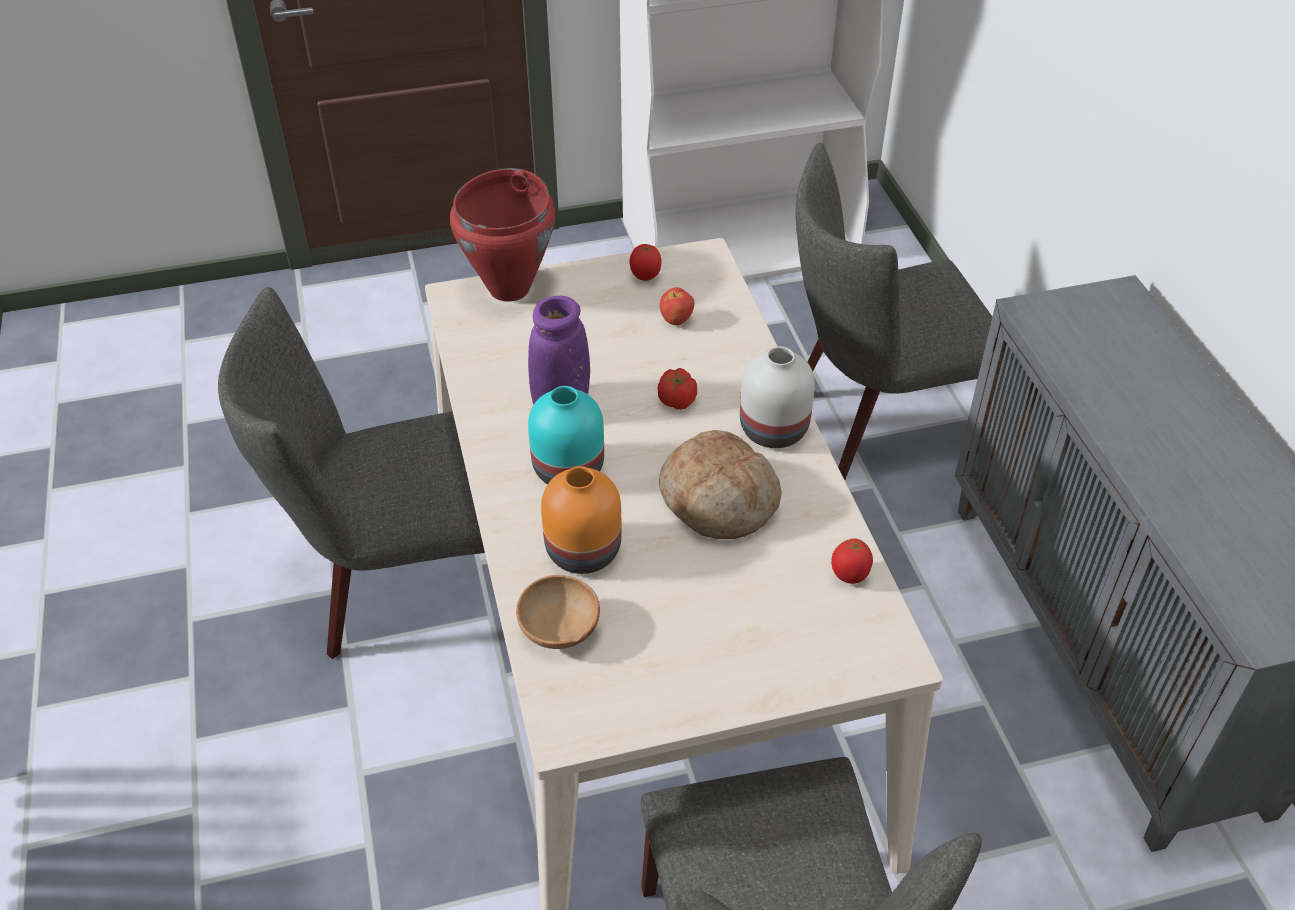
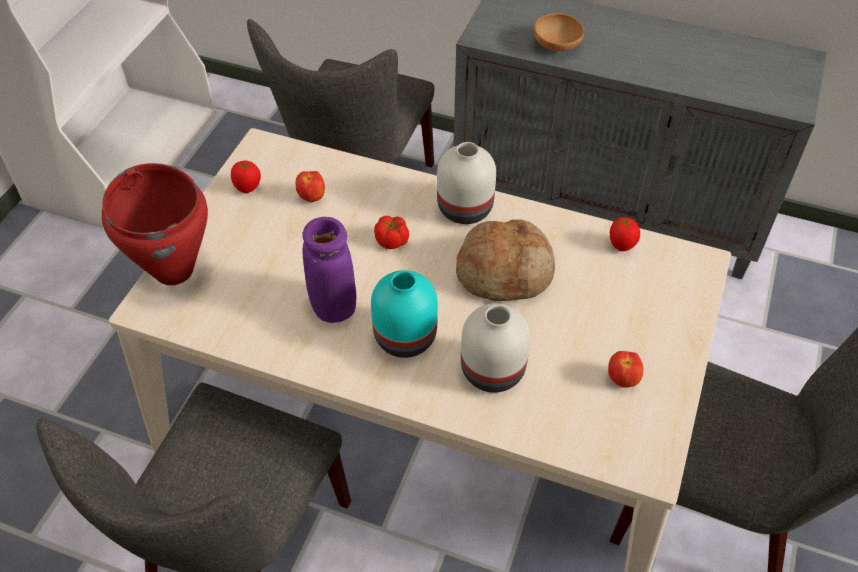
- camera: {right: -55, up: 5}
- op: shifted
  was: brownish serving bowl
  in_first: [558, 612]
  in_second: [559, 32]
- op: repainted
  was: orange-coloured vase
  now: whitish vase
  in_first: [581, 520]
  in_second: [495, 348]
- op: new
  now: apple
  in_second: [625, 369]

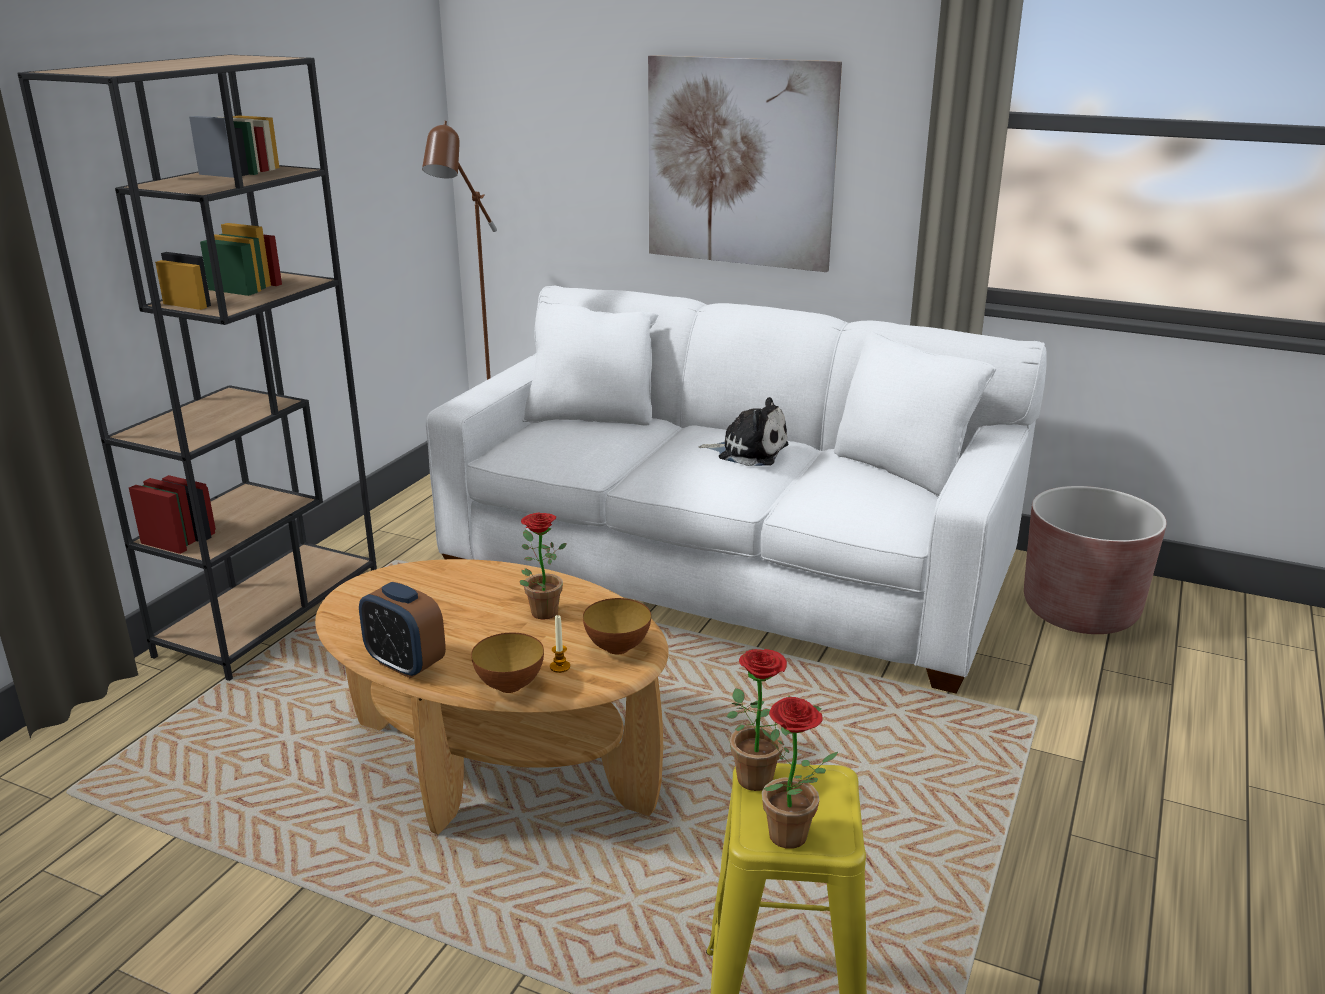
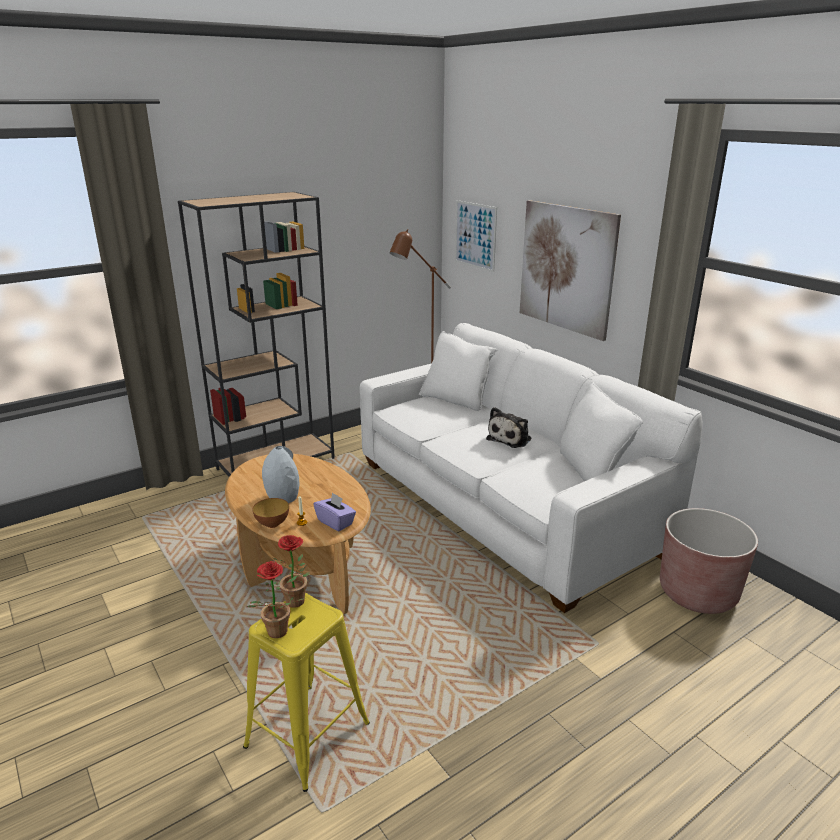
- camera: {right: 30, up: 0}
- op: gone
  was: bedside clock
  in_first: [402, 630]
- op: gone
  was: houseplant
  in_first: [543, 566]
- op: swapped
  was: serving bowl
  now: purple tissue holder
  in_first: [617, 626]
  in_second: [334, 511]
- op: rotated
  was: soft toy
  in_first: [743, 431]
  in_second: [508, 427]
  clockwise: 75
- op: new
  now: gray vase
  in_second: [281, 474]
- op: new
  now: wall picture
  in_second: [476, 236]

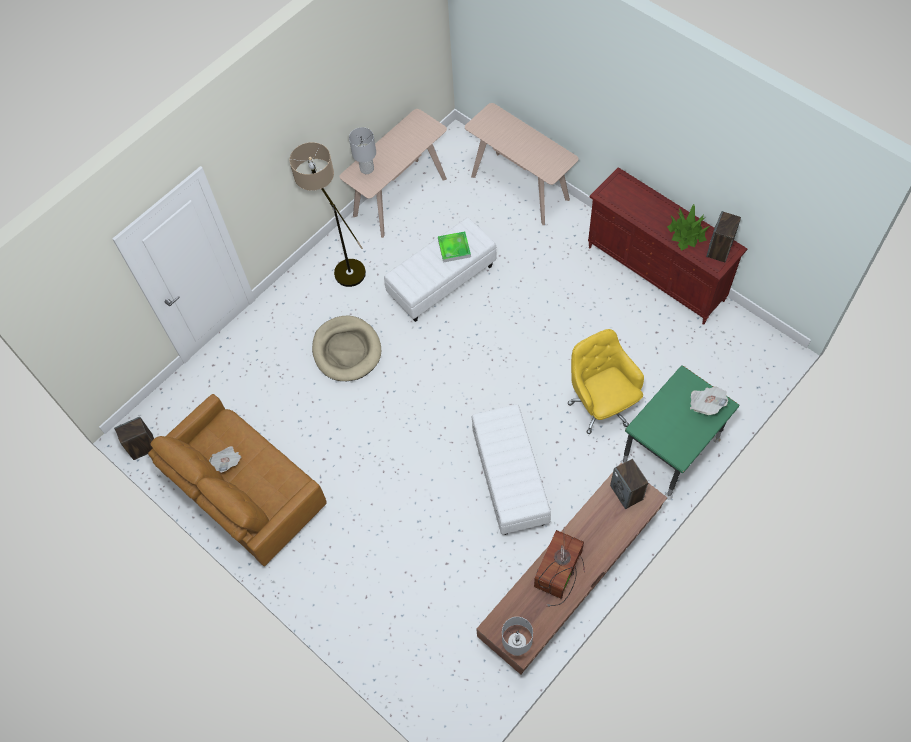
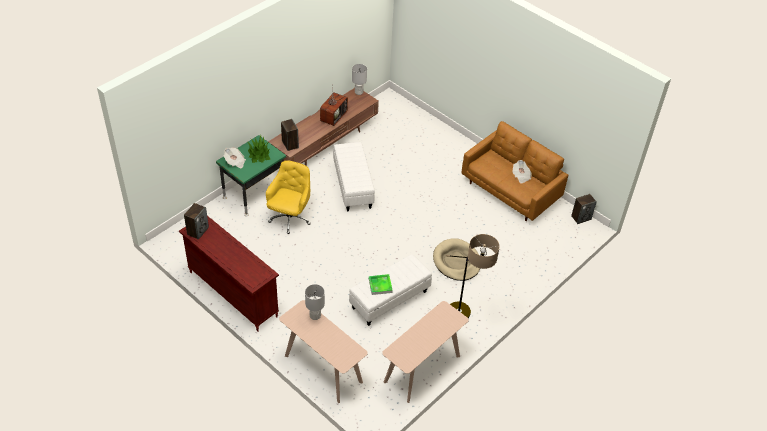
- camera: {right: 175, up: -15}
- op: shifted
  was: gray lamp for a table
  in_first: [362, 150]
  in_second: [315, 302]
- op: rotated
  was: yellowish computer chair
  in_first: [606, 381]
  in_second: [288, 197]
  clockwise: -135
- op: shifted
  was: houseplant
  in_first: [688, 226]
  in_second: [258, 149]

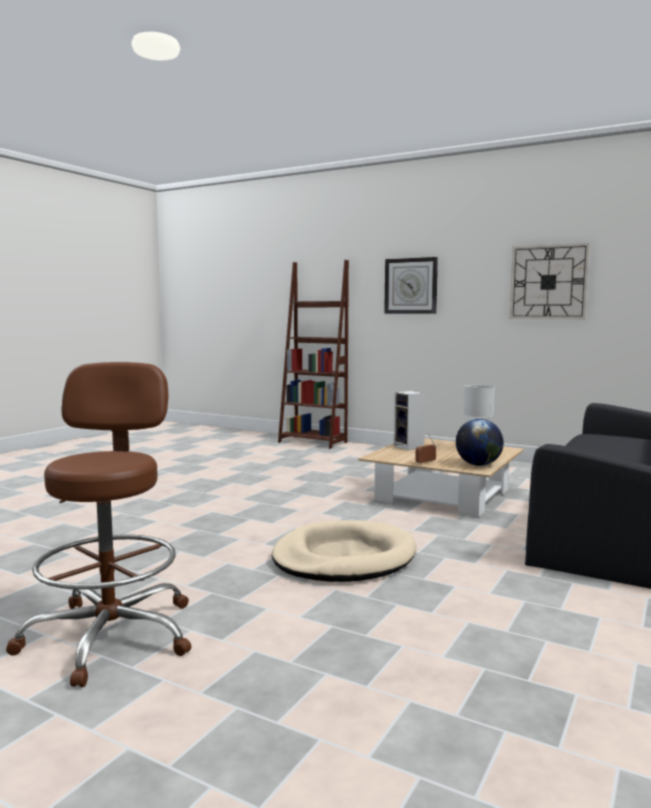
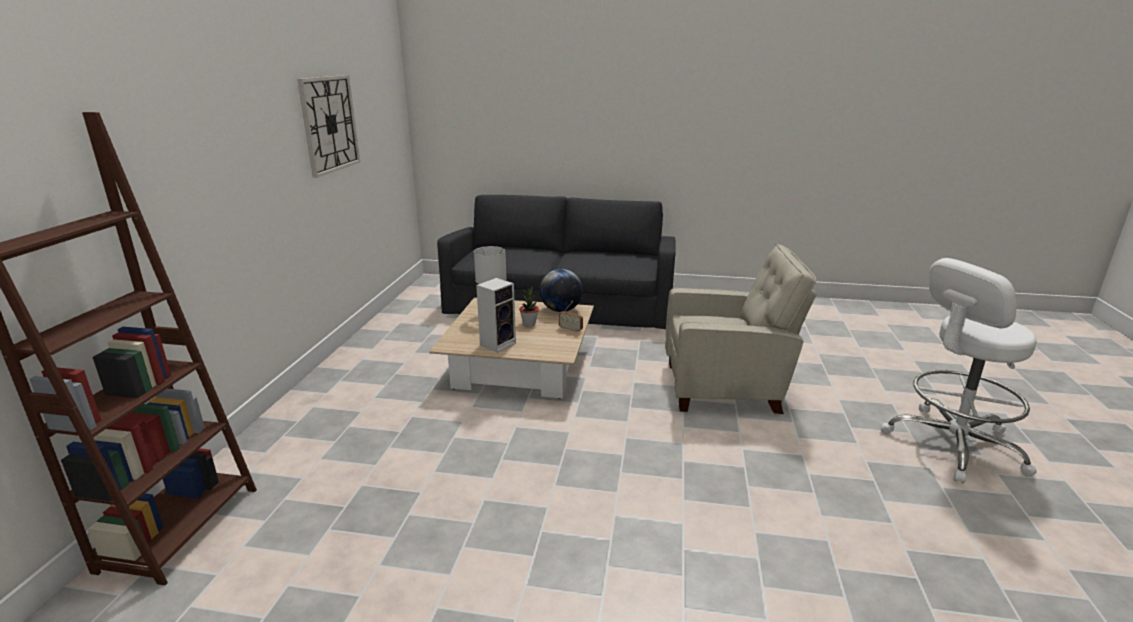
- camera: {right: -110, up: 15}
- op: repainted
  was: brownish sitting stool
  now: whitish sitting stool
  in_first: [98, 524]
  in_second: [959, 370]
- op: swapped
  was: beige-coloured dog cushion
  now: beige-coloured easy chair
  in_first: [344, 551]
  in_second: [740, 328]
- op: gone
  was: hanging clock
  in_first: [411, 285]
- op: new
  now: houseplant
  in_second: [529, 306]

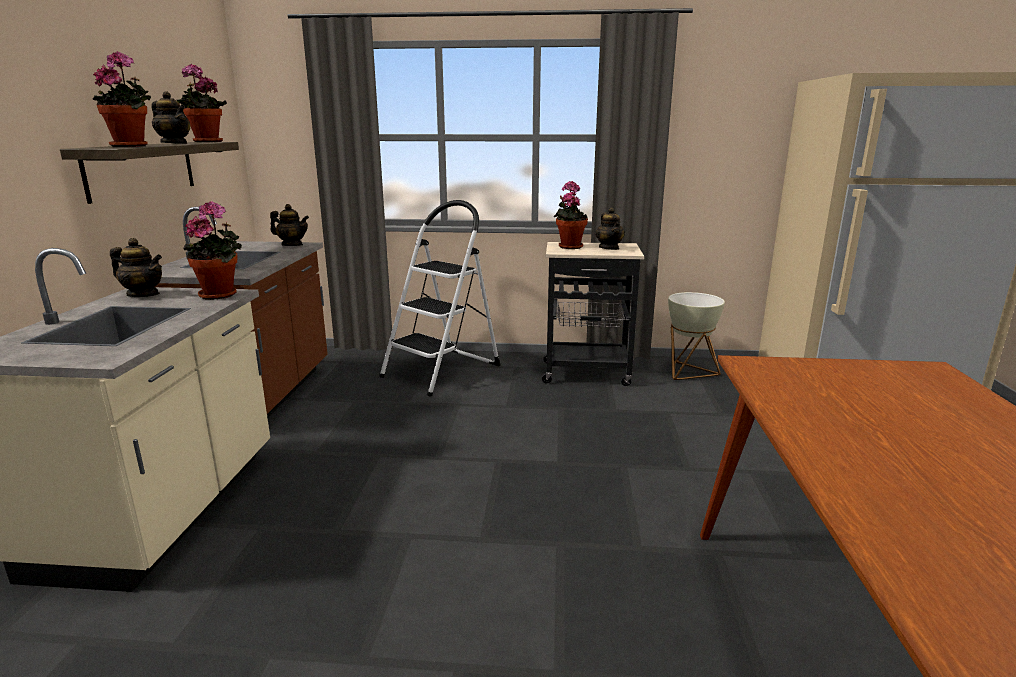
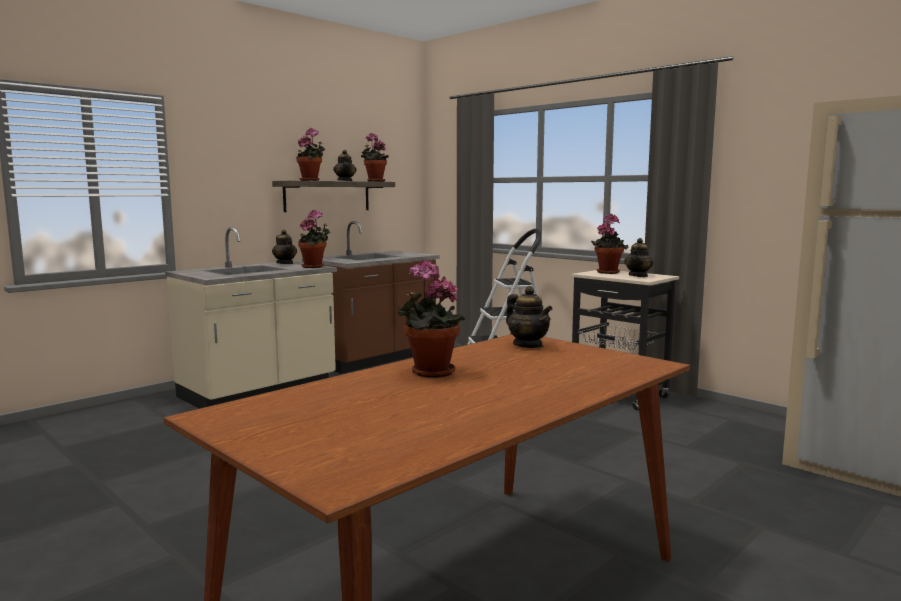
- camera: {right: 40, up: -10}
- op: shifted
  was: tea pot
  in_first: [289, 225]
  in_second: [529, 317]
- op: gone
  was: flower pot
  in_first: [696, 336]
- op: new
  now: houseplant
  in_second: [431, 319]

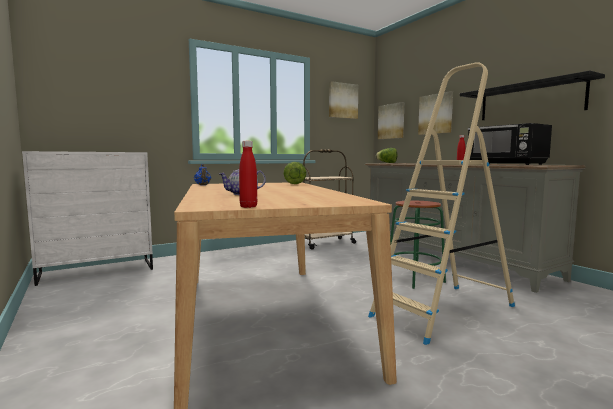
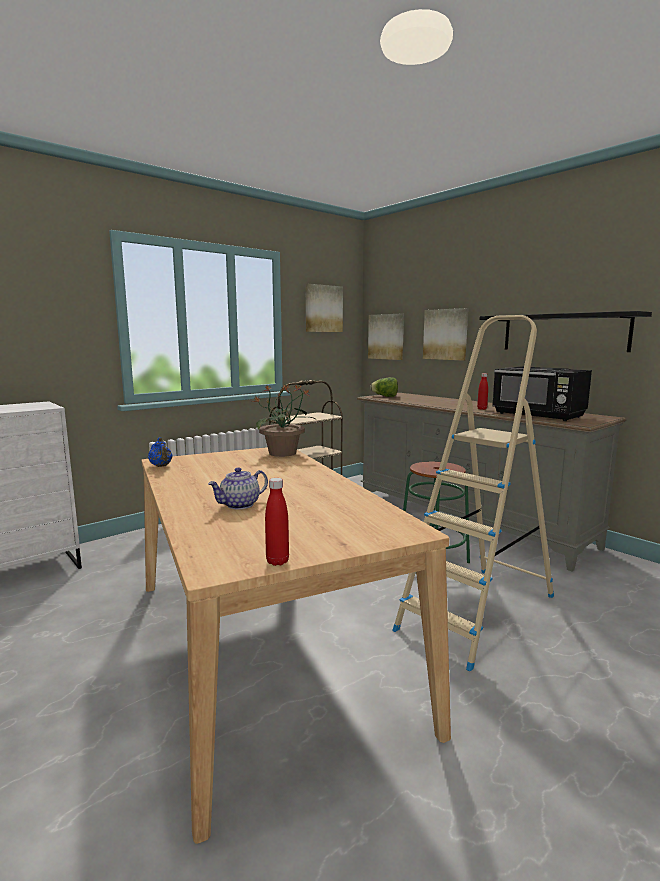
- camera: {right: -10, up: 5}
- op: swapped
  was: head of lettuce
  now: houseplant
  in_first: [295, 173]
  in_second: [283, 420]

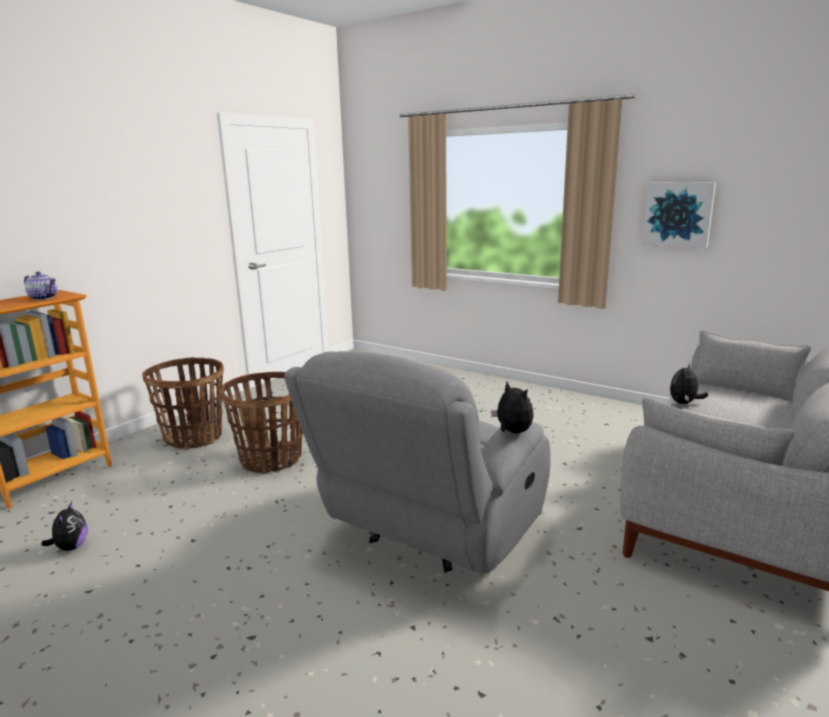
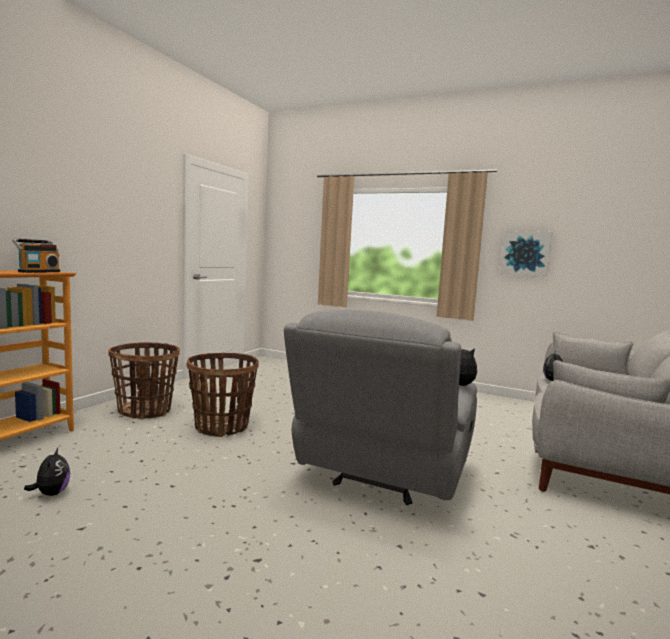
- camera: {right: -10, up: -10}
- op: swapped
  was: tea pot
  now: radio receiver
  in_first: [41, 285]
  in_second: [36, 255]

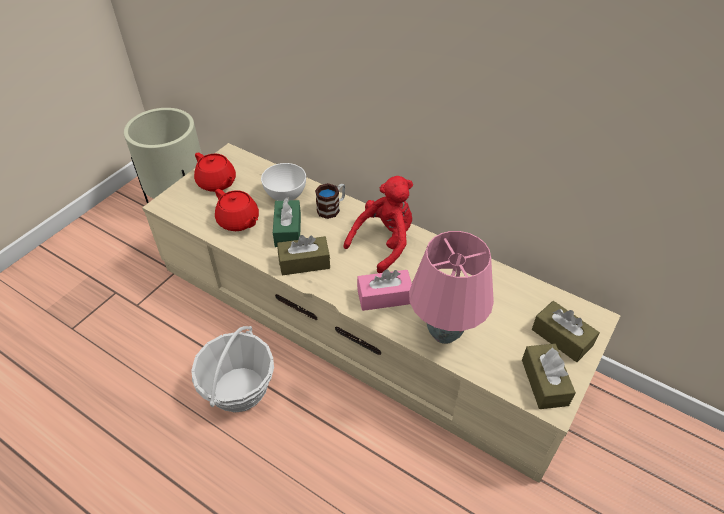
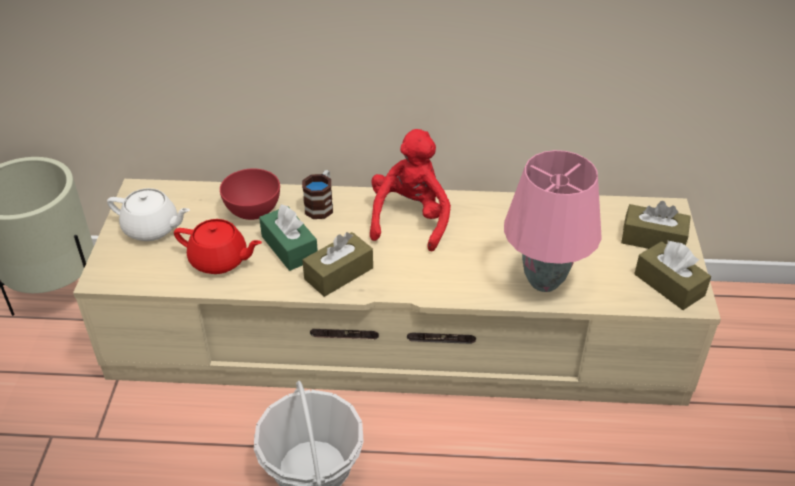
- camera: {right: -30, up: -5}
- op: repainted
  was: reddish tea pot
  now: whitish tea pot
  in_first: [215, 172]
  in_second: [148, 214]
- op: repainted
  was: whitish serving bowl
  now: reddish serving bowl
  in_first: [283, 182]
  in_second: [250, 194]
- op: gone
  was: pink-coloured tissue holder
  in_first: [384, 290]

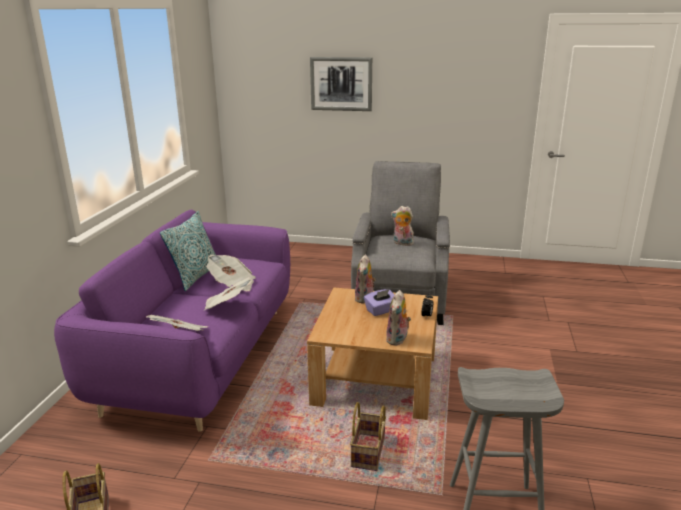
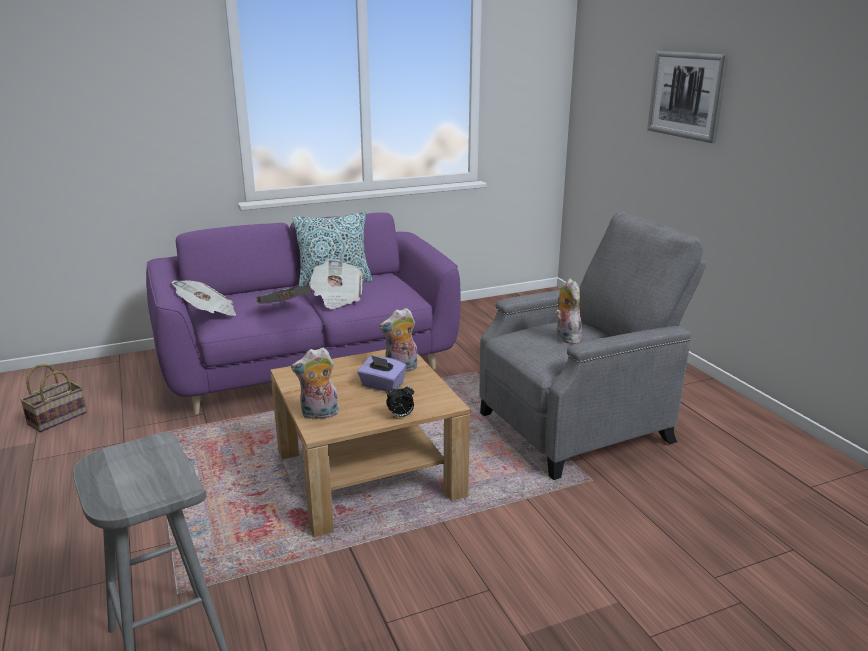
- camera: {right: 55, up: 0}
- op: gone
  was: basket
  in_first: [368, 436]

